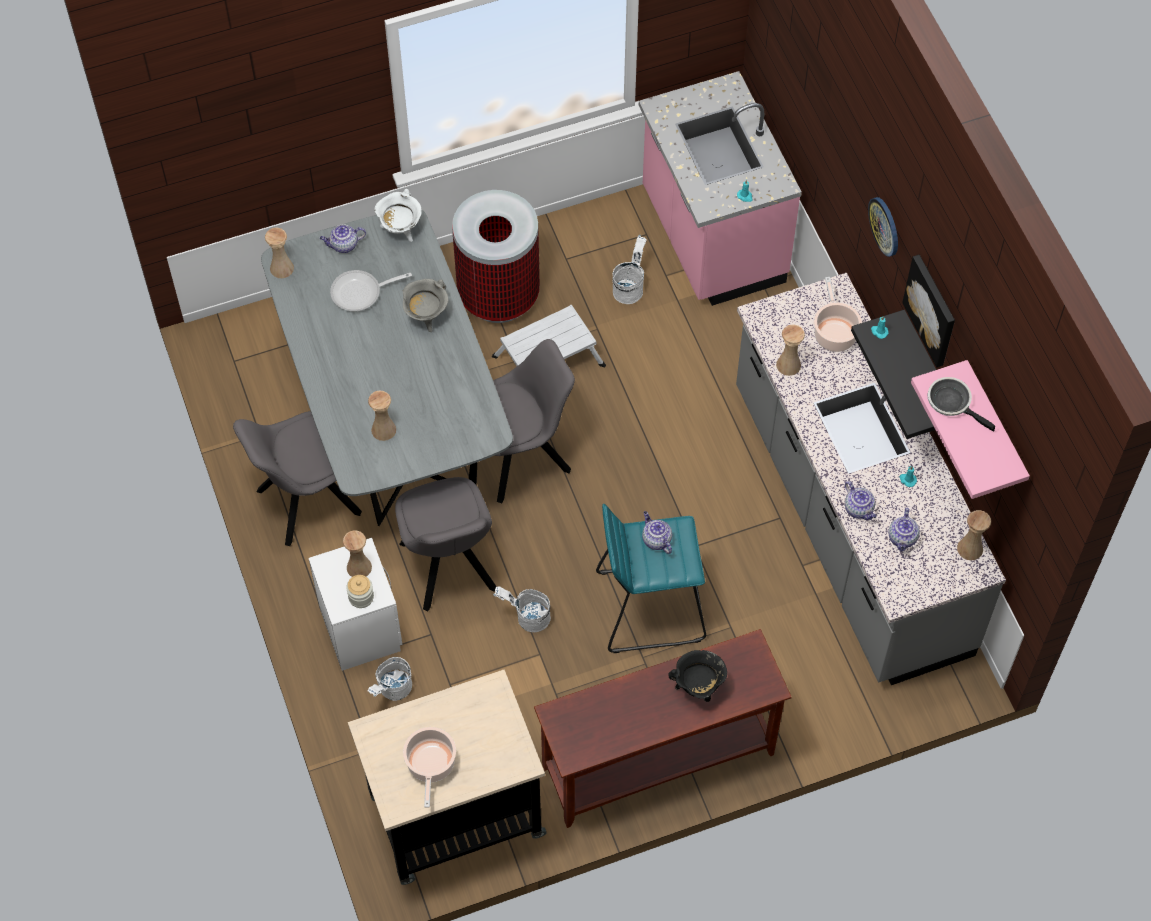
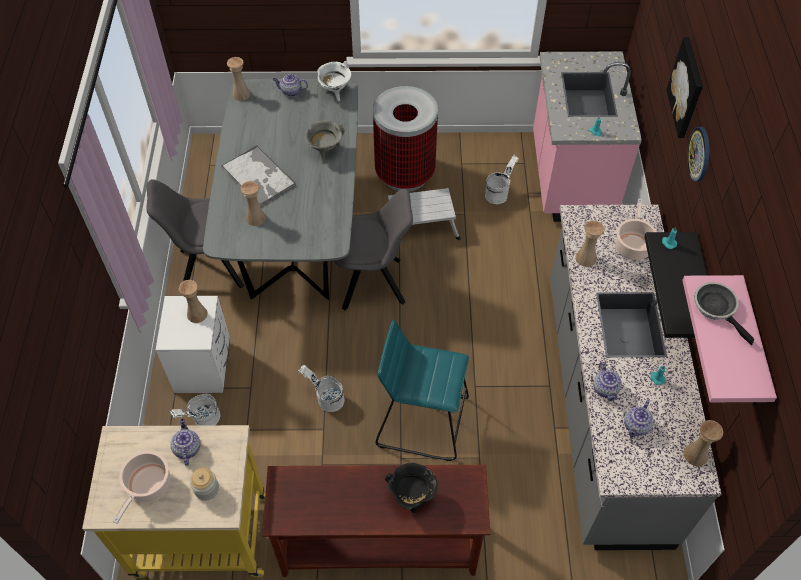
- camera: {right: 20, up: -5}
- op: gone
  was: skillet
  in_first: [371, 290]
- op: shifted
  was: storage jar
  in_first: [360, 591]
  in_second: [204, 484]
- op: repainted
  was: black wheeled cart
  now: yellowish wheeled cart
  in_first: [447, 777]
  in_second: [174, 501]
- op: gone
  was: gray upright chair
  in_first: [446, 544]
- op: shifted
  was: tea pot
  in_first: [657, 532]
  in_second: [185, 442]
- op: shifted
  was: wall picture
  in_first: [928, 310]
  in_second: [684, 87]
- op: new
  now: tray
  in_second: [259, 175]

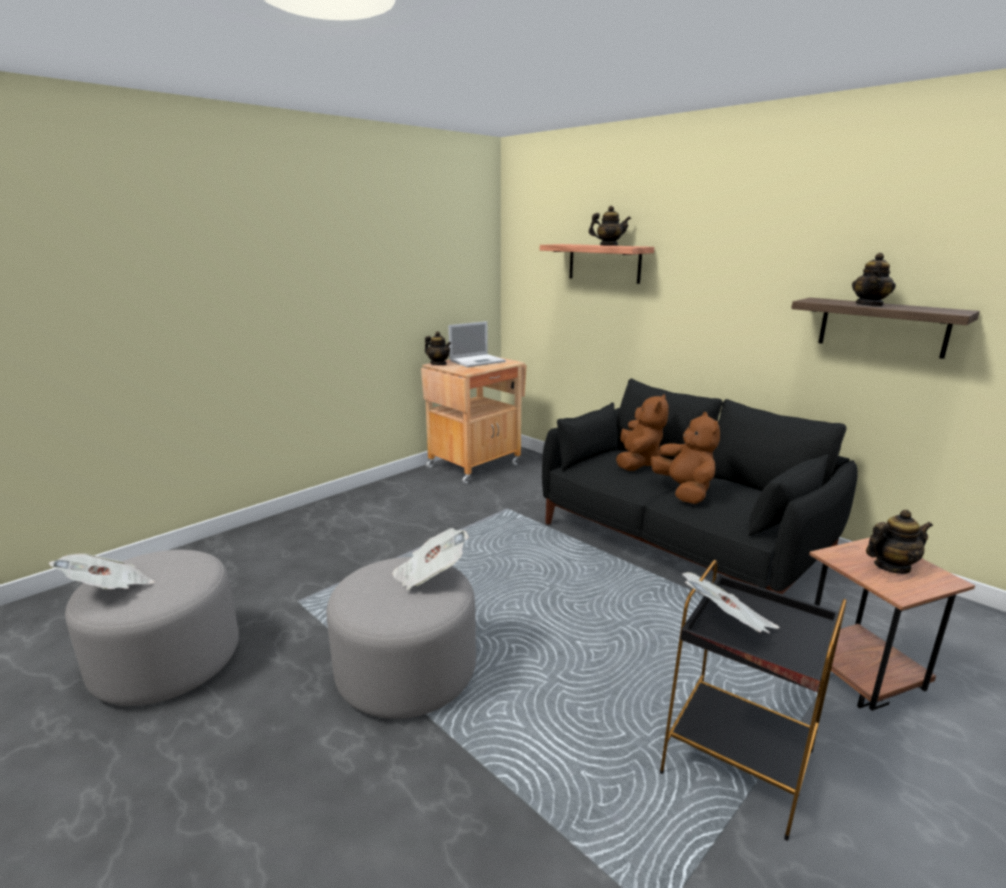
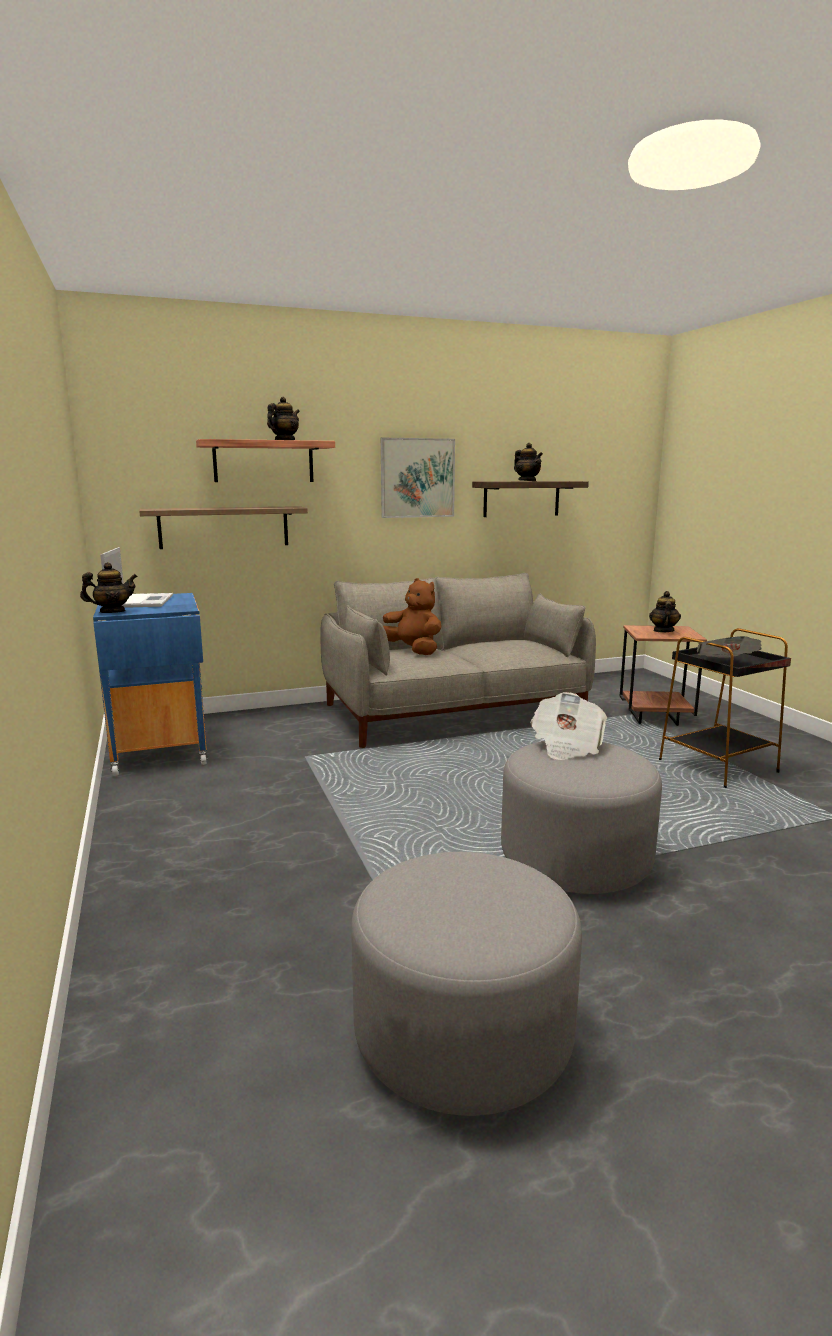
- camera: {right: -65, up: -5}
- op: gone
  was: daily paper
  in_first: [102, 571]
- op: repainted
  was: brownish wheeled cart
  now: blue-coloured wheeled cart
  in_first: [474, 420]
  in_second: [150, 684]
- op: repainted
  was: black couch
  now: beige-coloured couch
  in_first: [700, 486]
  in_second: [458, 660]
- op: gone
  was: brownish soft toy
  in_first: [685, 458]
- op: new
  now: bracket shelf
  in_second: [223, 527]
- op: new
  now: wall picture
  in_second: [418, 478]

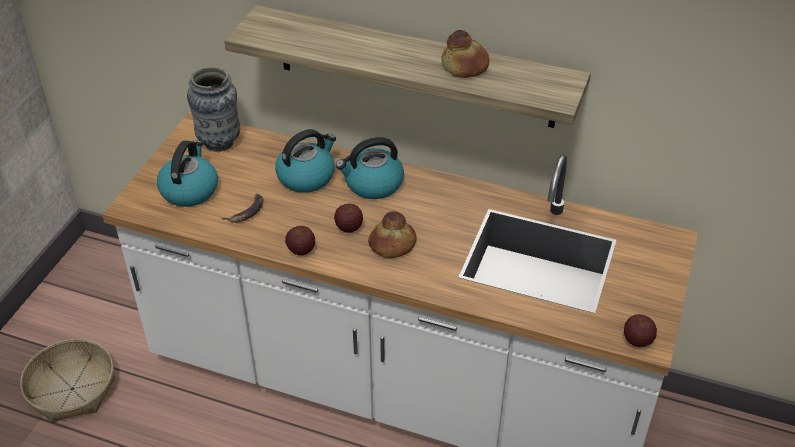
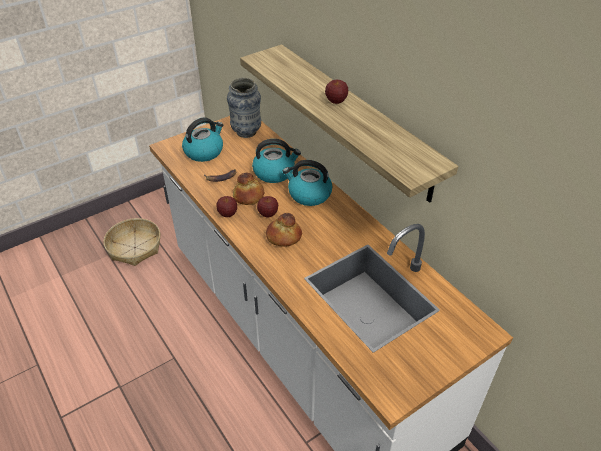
- camera: {right: 35, up: 0}
- op: shifted
  was: bread
  in_first: [465, 54]
  in_second: [248, 189]
- op: shifted
  was: apple
  in_first: [640, 330]
  in_second: [336, 92]

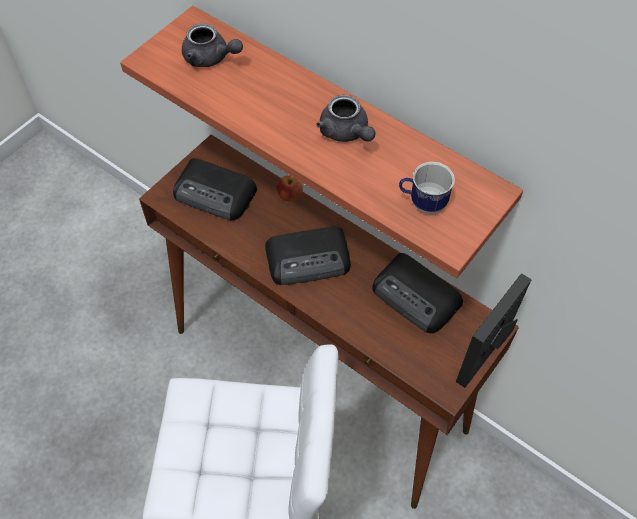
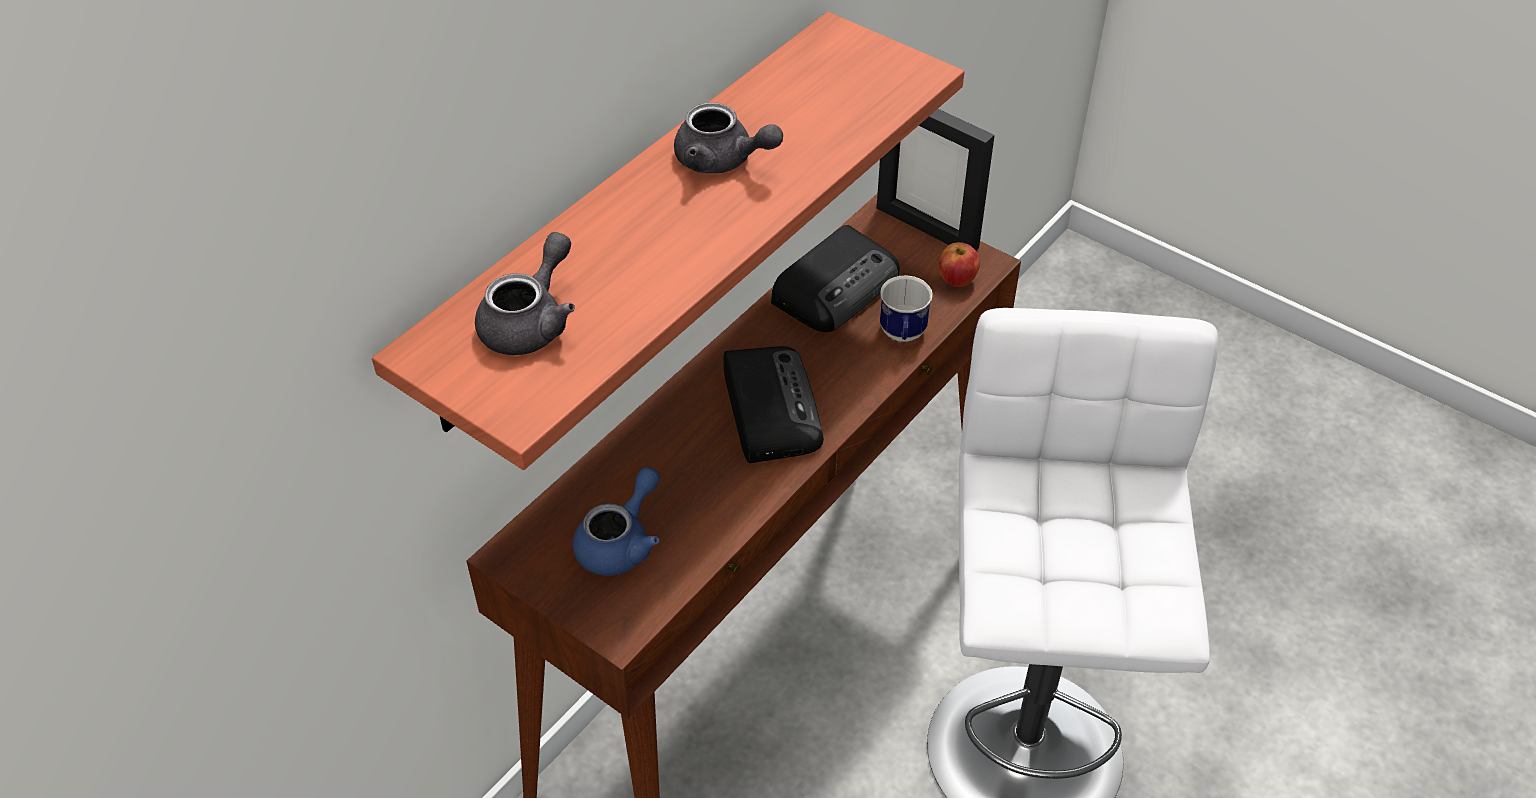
- camera: {right: -90, up: -10}
- op: swapped
  was: radio receiver
  now: blue-coloured tea pot
  in_first: [215, 189]
  in_second: [616, 521]
- op: shifted
  was: apple
  in_first: [290, 188]
  in_second: [959, 264]
- op: rotated
  was: gray tea pot
  in_first: [345, 118]
  in_second: [728, 138]
  clockwise: 60
- op: shifted
  was: coffee mug
  in_first: [427, 188]
  in_second: [906, 309]

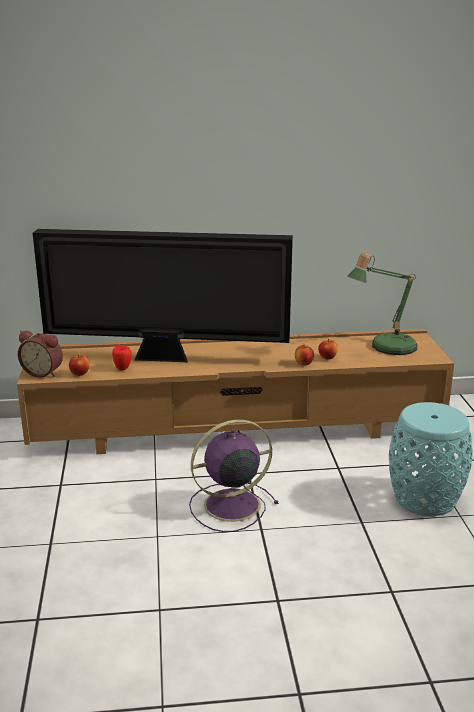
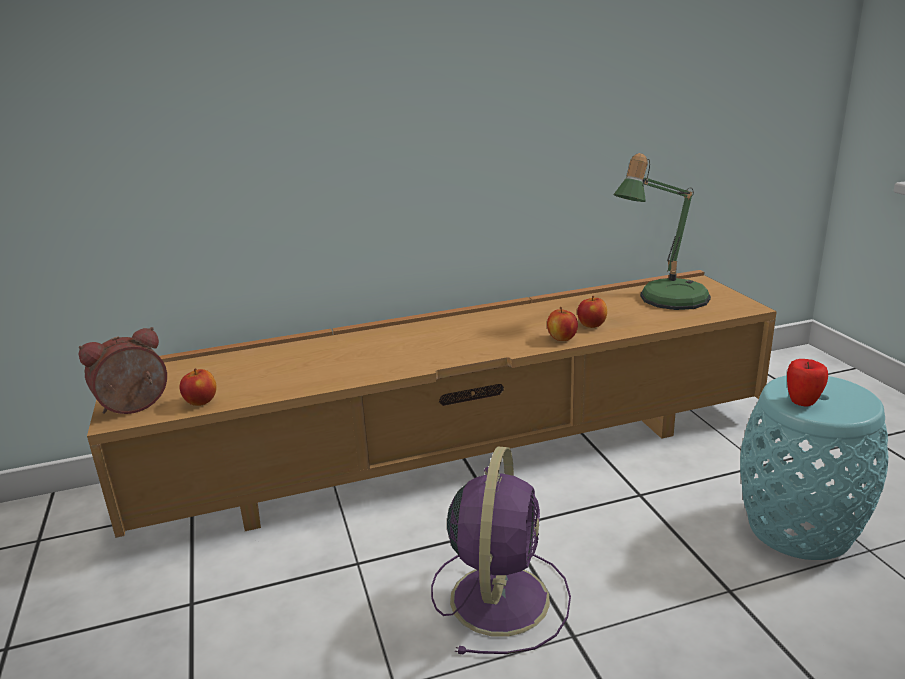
- camera: {right: -10, up: 0}
- op: rotated
  was: bedside clock
  in_first: [40, 354]
  in_second: [123, 370]
  clockwise: 135
- op: gone
  was: TV set
  in_first: [163, 295]
- op: shifted
  was: apple
  in_first: [122, 357]
  in_second: [807, 382]
- op: rotated
  was: purple fan
  in_first: [234, 475]
  in_second: [501, 550]
  clockwise: 135

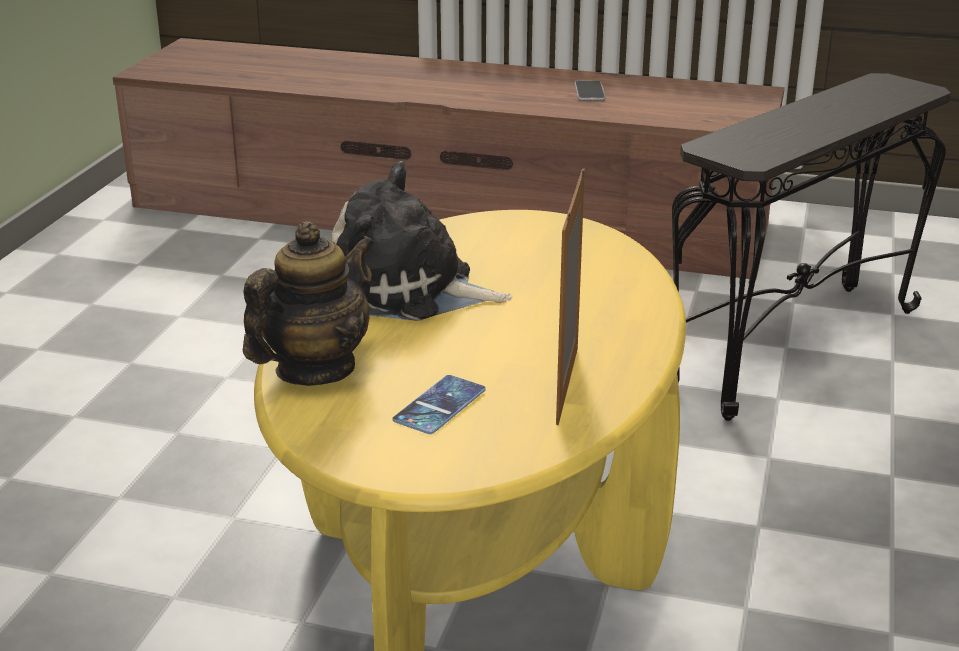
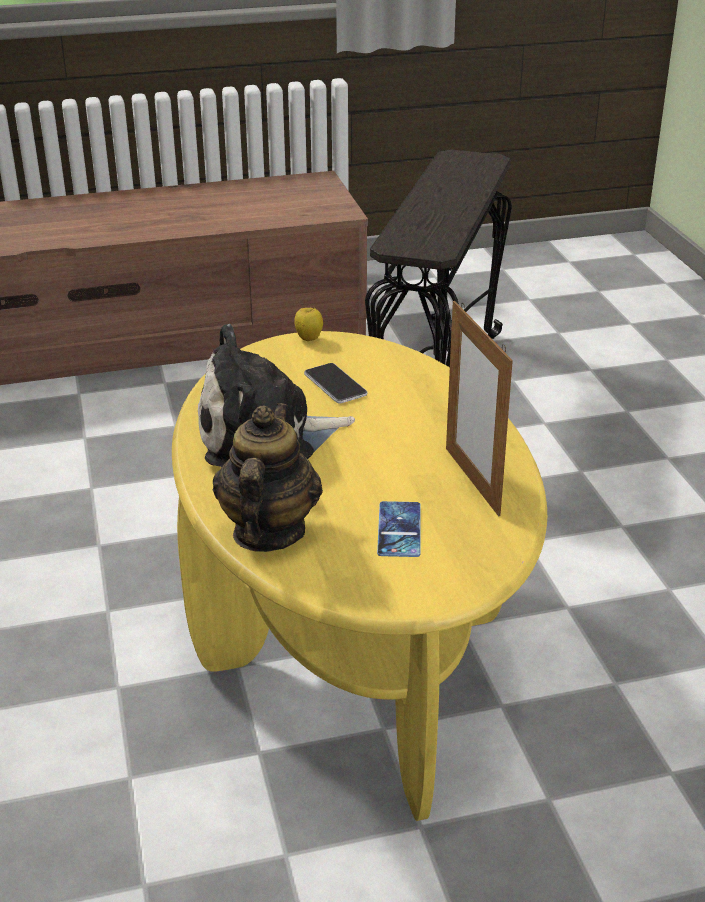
- camera: {right: -30, up: 5}
- op: shifted
  was: telephone
  in_first: [590, 90]
  in_second: [335, 383]
- op: new
  now: apple
  in_second: [308, 324]

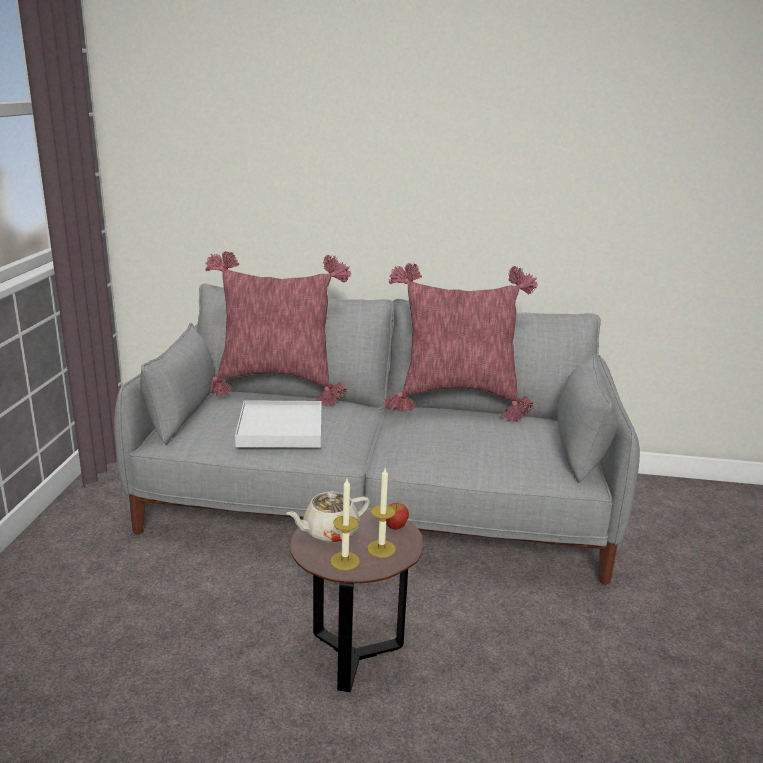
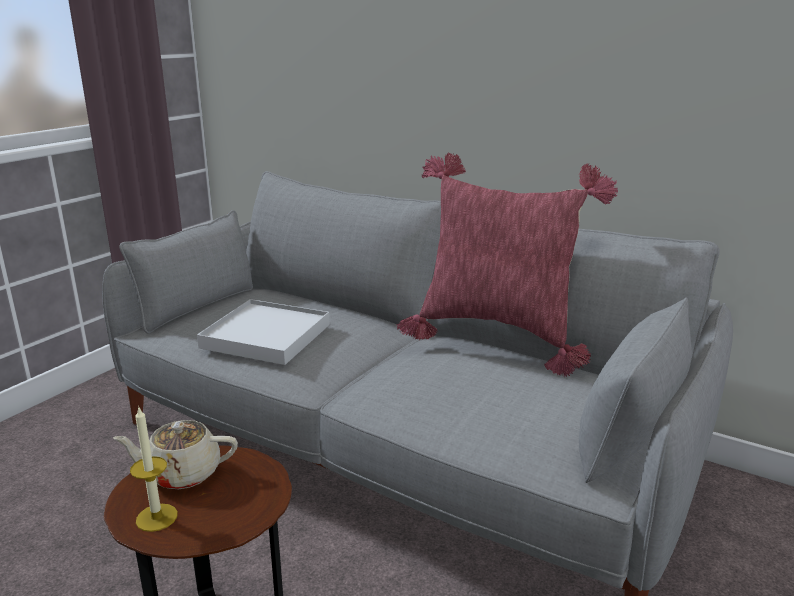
- camera: {right: 25, up: 0}
- op: gone
  was: reddish pillow
  in_first: [278, 329]
- op: gone
  was: wax light
  in_first: [381, 513]
- op: gone
  was: apple
  in_first: [397, 516]

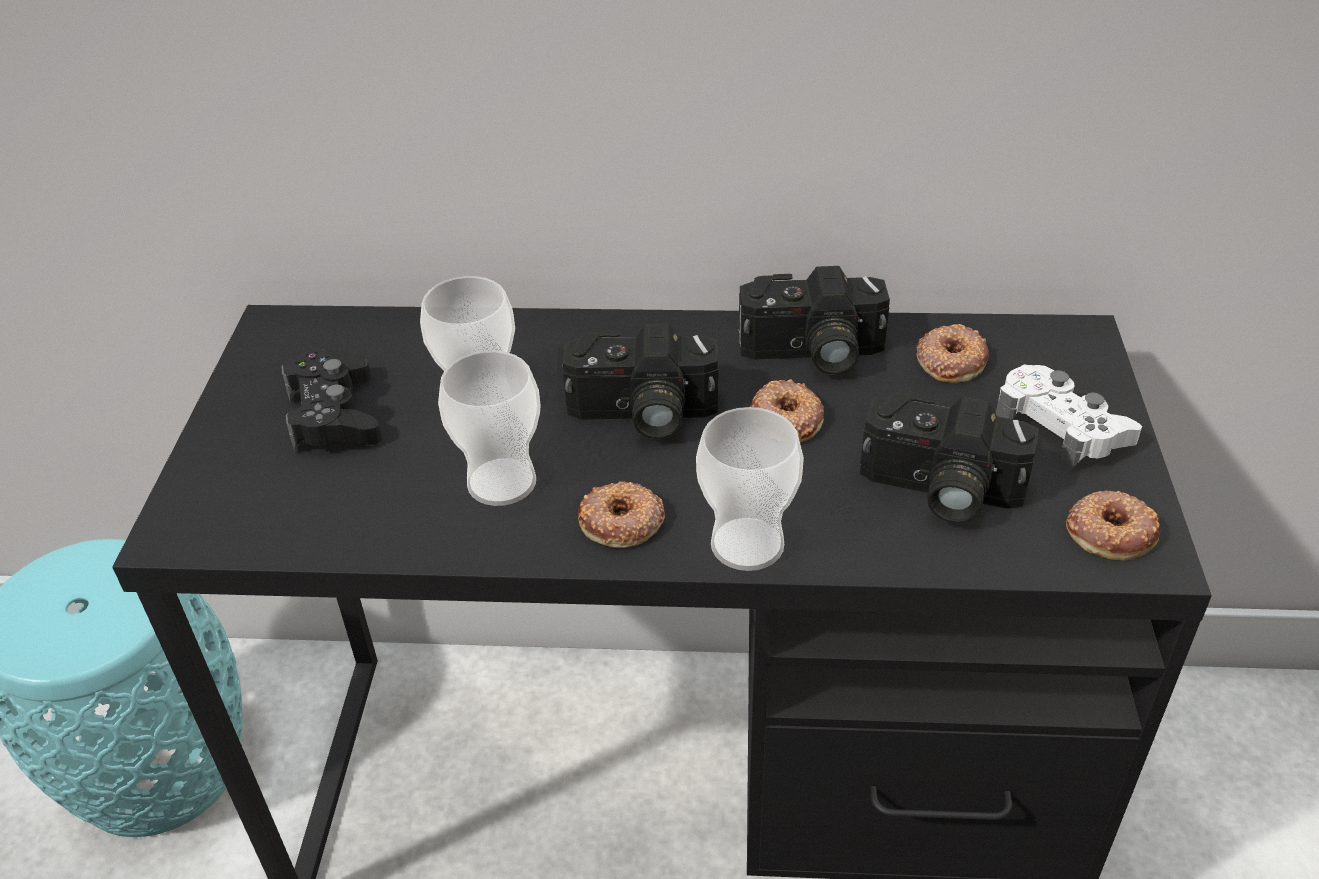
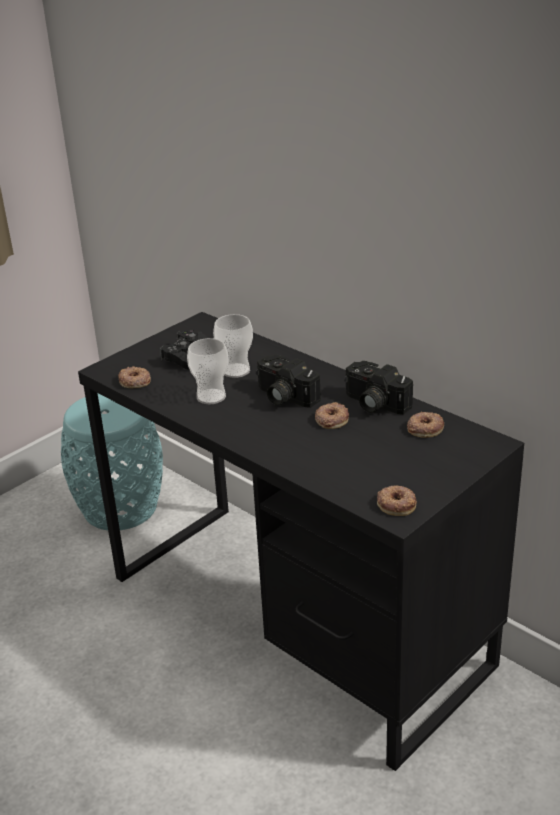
- camera: {right: 40, up: -10}
- op: shifted
  was: ring doughnut
  in_first: [621, 514]
  in_second: [134, 377]
- op: gone
  was: cup
  in_first: [750, 489]
- op: gone
  was: photo camera
  in_first: [949, 457]
- op: gone
  was: whitish gamepad
  in_first: [1069, 417]

